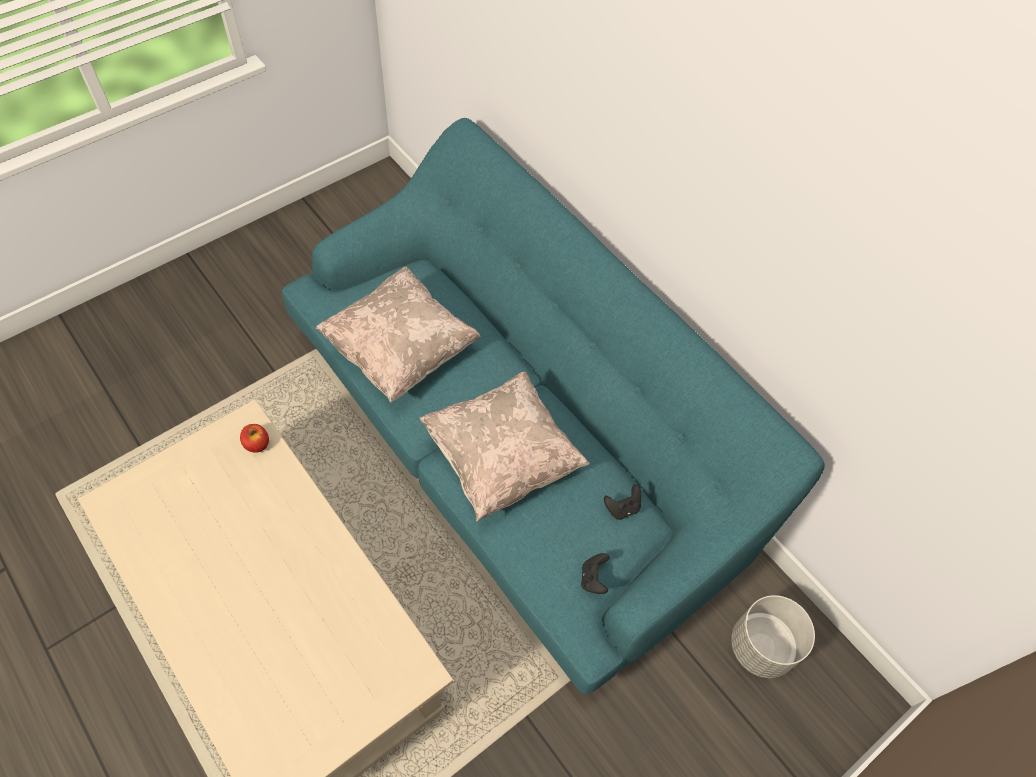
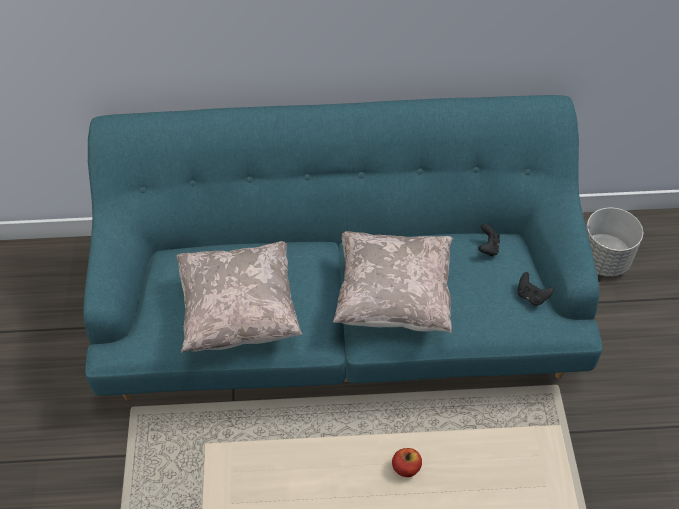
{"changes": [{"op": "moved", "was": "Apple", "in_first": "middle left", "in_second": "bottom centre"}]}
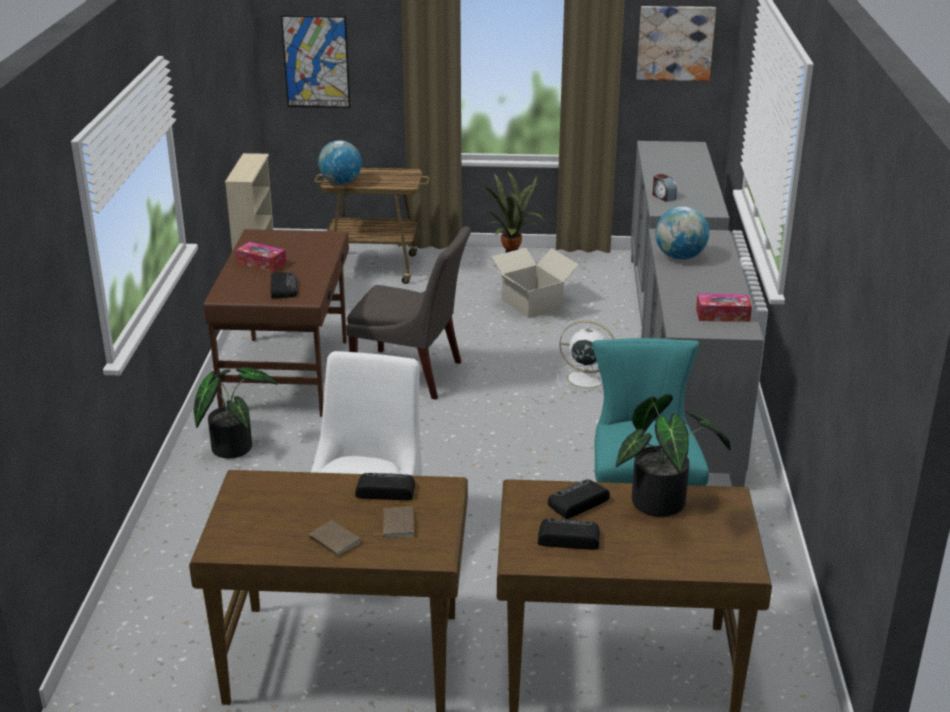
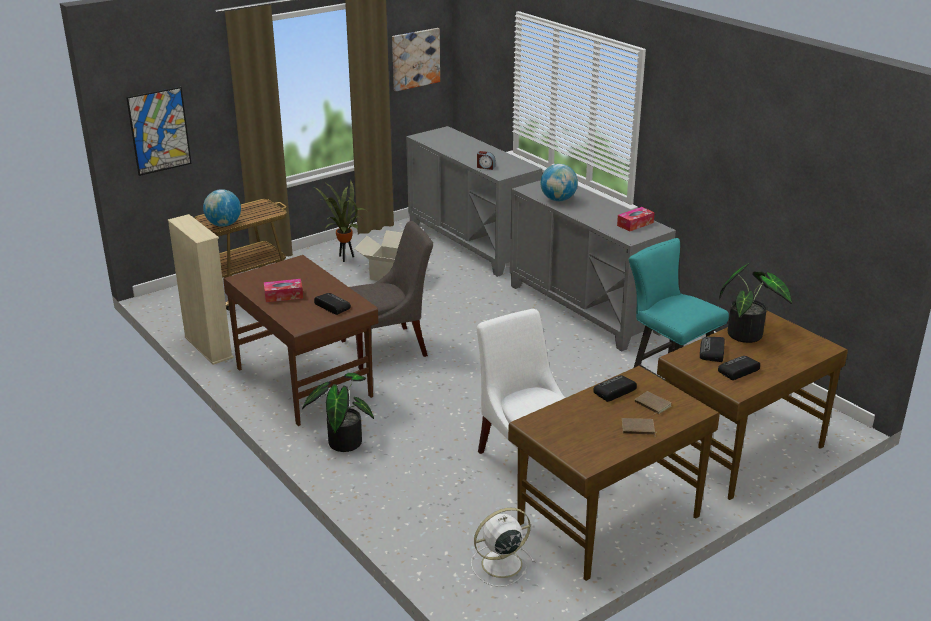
{"changes": [{"op": "moved", "was": "WhiteFan", "in_first": "centre", "in_second": "bottom centre"}]}
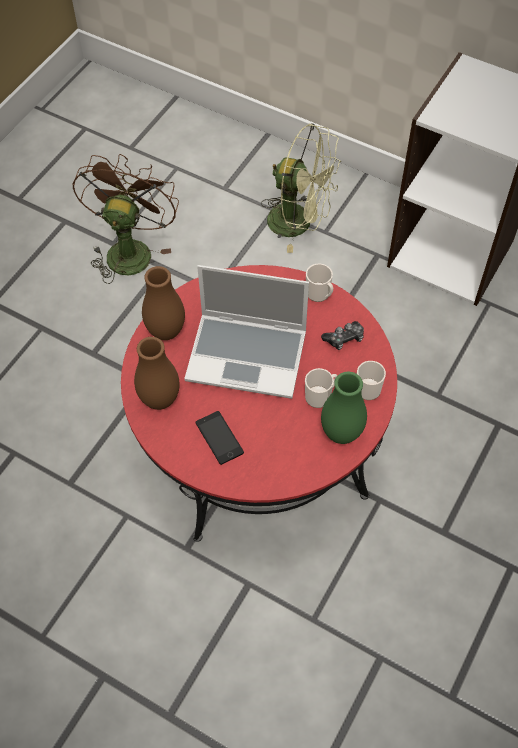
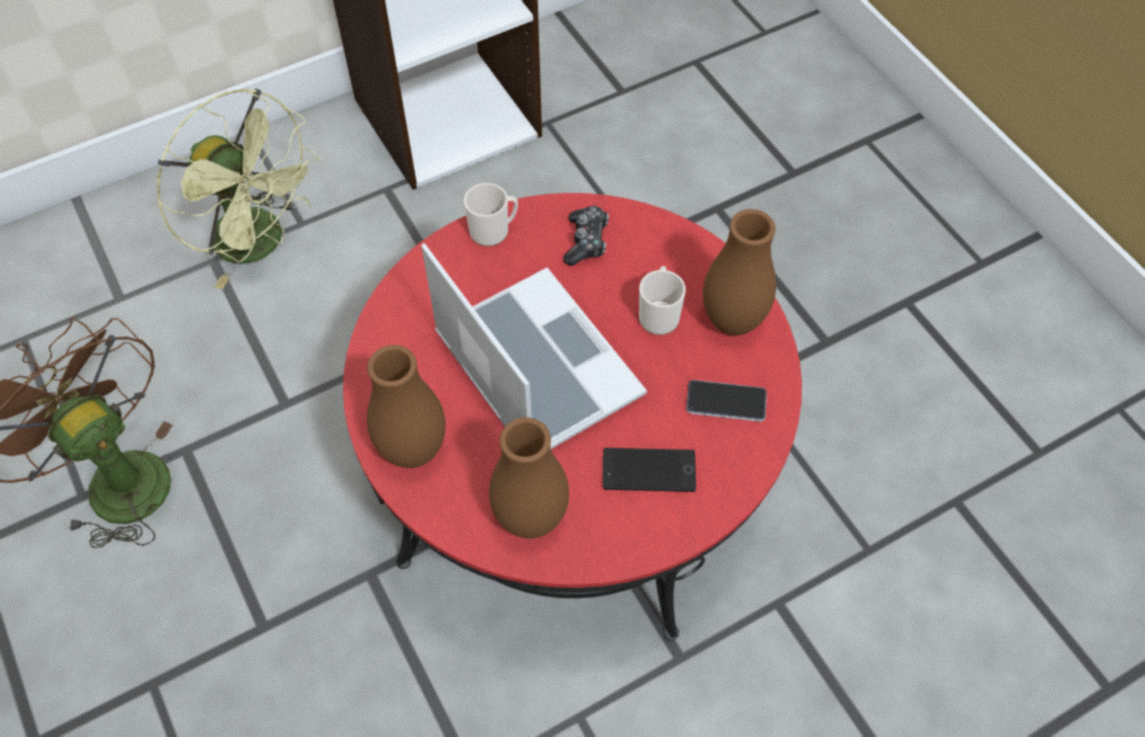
{"changes": [{"op": "turned", "was": "Laptop", "in_first": "centre", "in_second": "centre", "clockwise": -75}, {"op": "turned", "was": "GreenFan", "in_first": "top centre", "in_second": "top left", "clockwise": 75}, {"op": "recoloured", "was": "GreenVase", "now": "BrownVase (3rd from left)", "in_first": "centre", "in_second": "centre"}, {"op": "removed", "was": "Mug (3rd from left)", "in_first": "middle right"}, {"op": "added", "now": "Phone (2nd from left)", "in_second": "centre"}]}
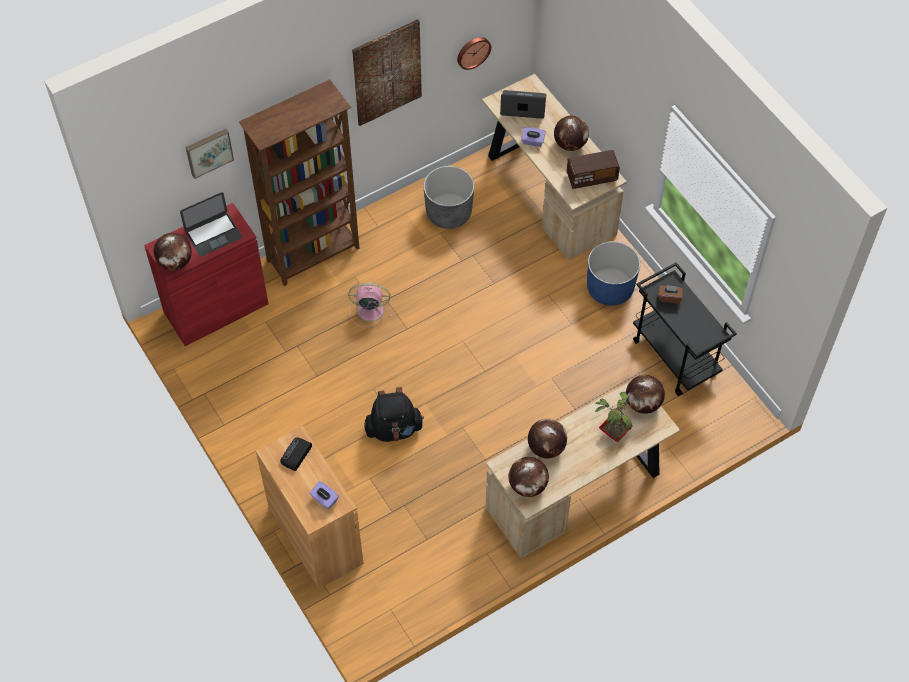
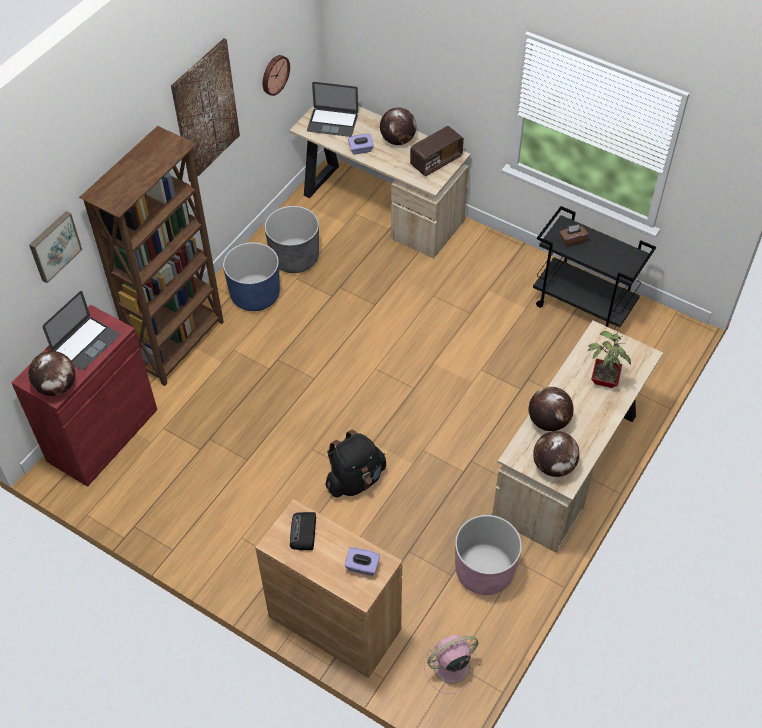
{"changes": [{"op": "moved", "was": "PinkFan", "in_first": "centre", "in_second": "bottom centre"}, {"op": "turned", "was": "Laptop (2nd from left)", "in_first": "top centre", "in_second": "top centre", "clockwise": -150}, {"op": "moved", "was": "BluePlanter", "in_first": "middle right", "in_second": "middle left"}, {"op": "removed", "was": "Globe (5th from left)", "in_first": "middle right"}, {"op": "added", "now": "PinkPlanter", "in_second": "bottom centre"}]}
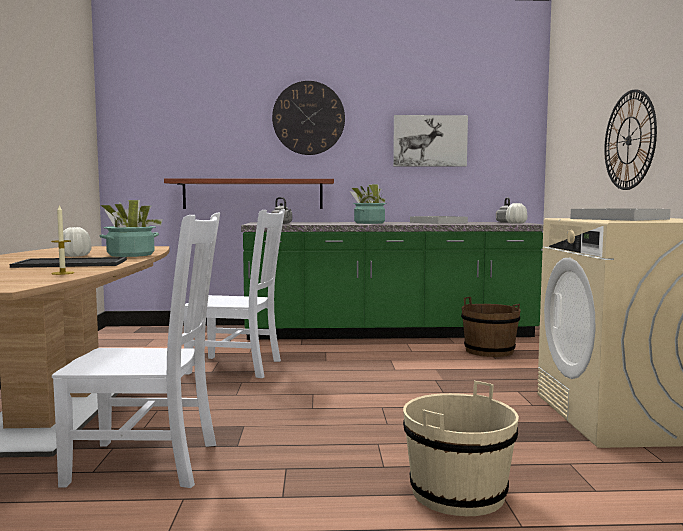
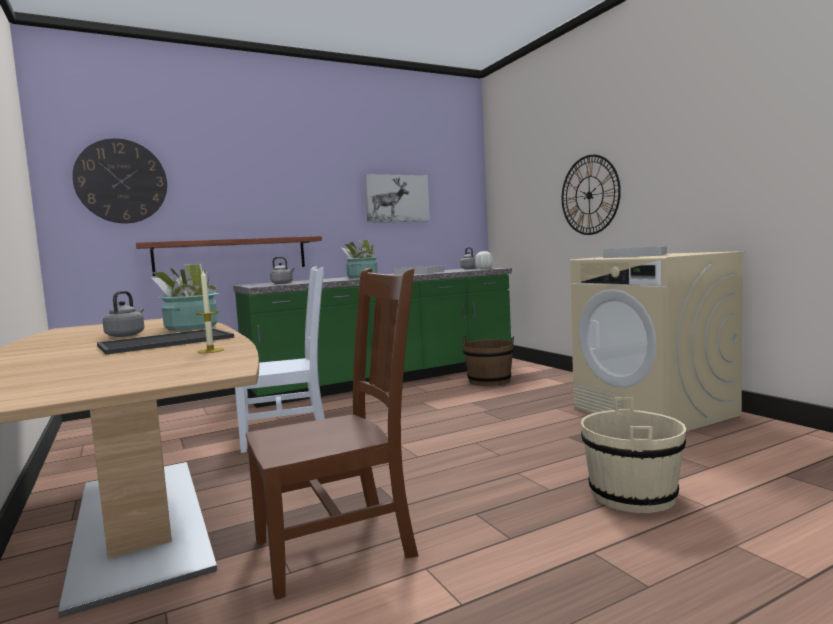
{"changes": [{"op": "recoloured", "was": "WhiteChair (1st from left)", "now": "BrownChair", "in_first": "middle left", "in_second": "bottom centre"}, {"op": "replaced", "was": "WhiteVase (1st from left)", "now": "GreyKettle (1st from left)", "in_first": "middle left", "in_second": "middle left"}, {"op": "moved", "was": "WallClock (1st from left)", "in_first": "top centre", "in_second": "top left"}]}
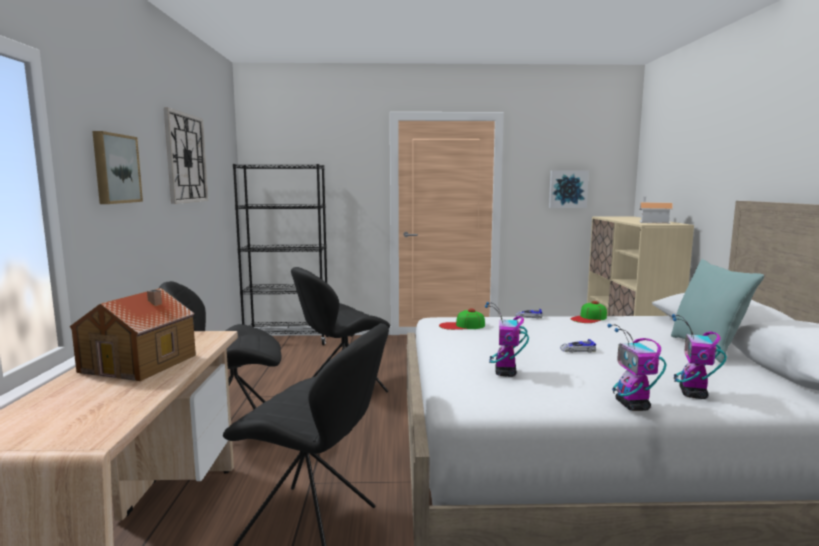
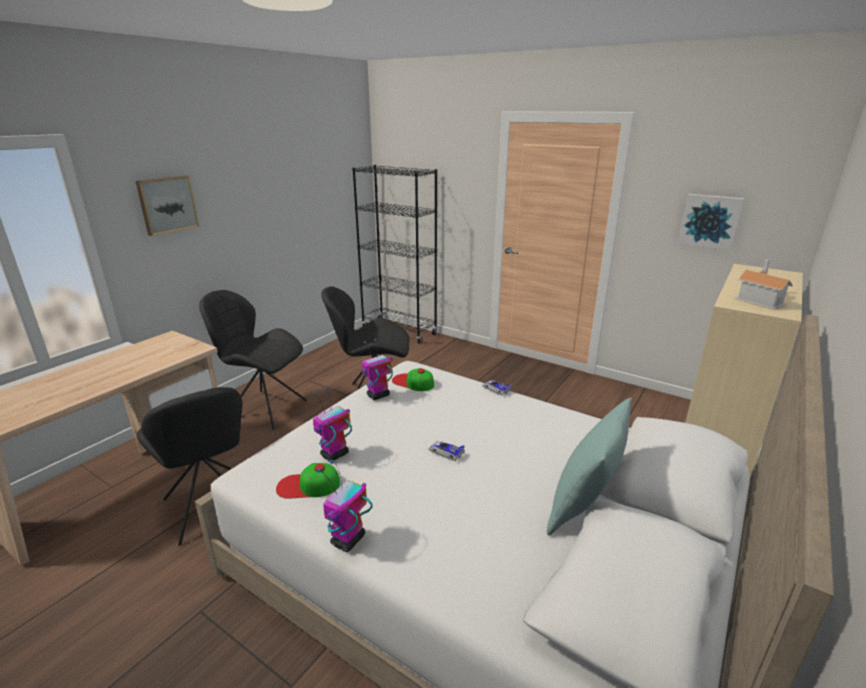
{"changes": [{"op": "removed", "was": "ToyHouse (1st from left)", "in_first": "middle left"}, {"op": "removed", "was": "WallClock", "in_first": "top left"}, {"op": "moved", "was": "Cap (2nd from left in the first image)", "now": "Cap (1st from left)", "in_first": "middle right", "in_second": "bottom centre"}, {"op": "moved", "was": "ToyRobot (3rd from left)", "in_first": "middle right", "in_second": "centre"}]}
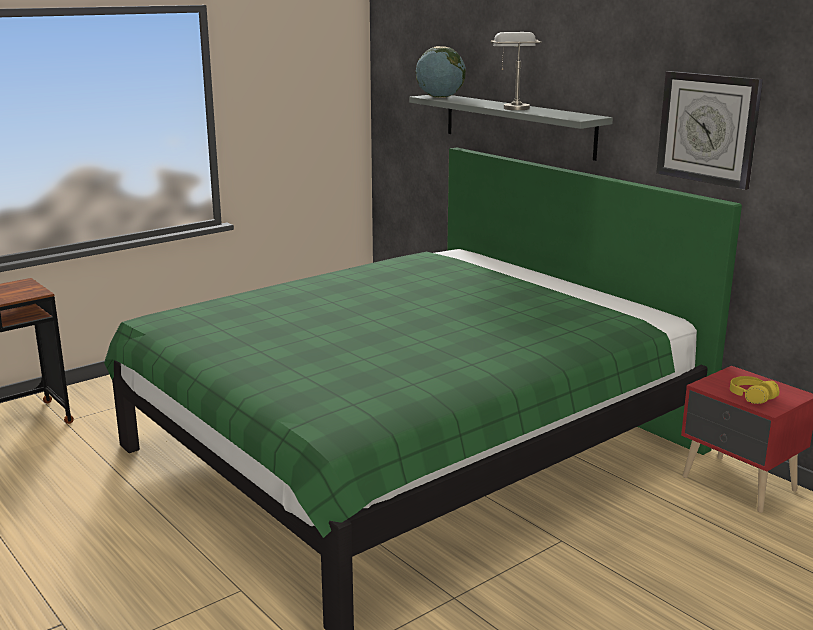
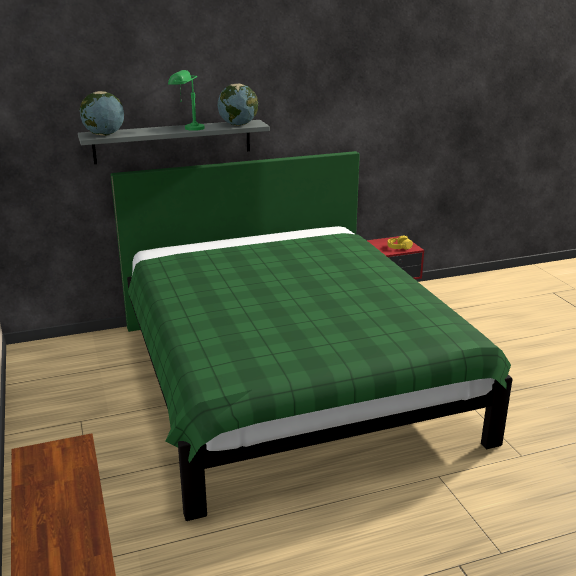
{"changes": [{"op": "recoloured", "was": "GreyTableLamp", "now": "GreenTableLamp", "in_first": "top centre", "in_second": "top left"}, {"op": "removed", "was": "WallClock", "in_first": "top right"}, {"op": "added", "now": "Globe (2nd from left)", "in_second": "top centre"}]}
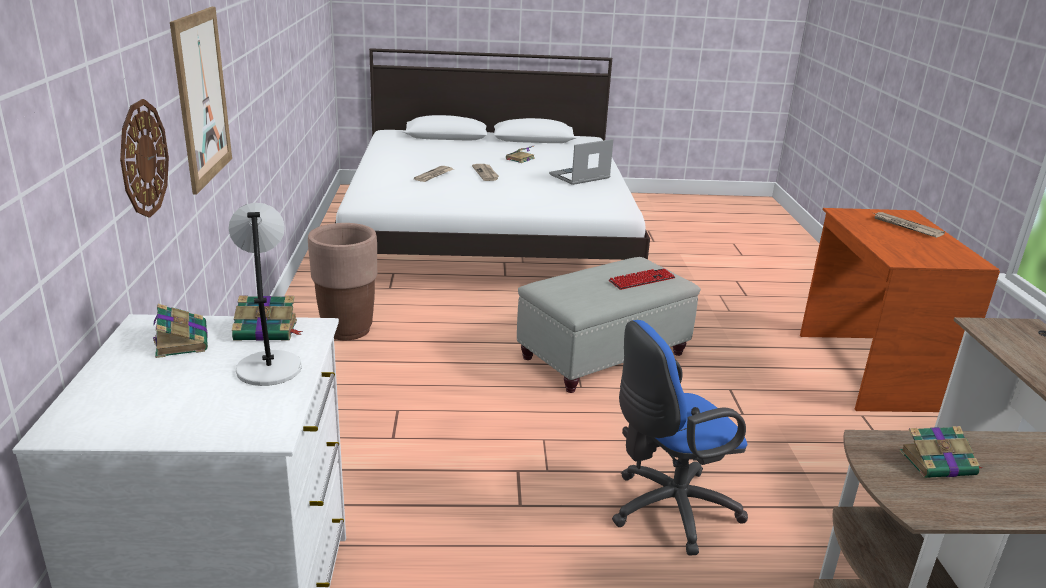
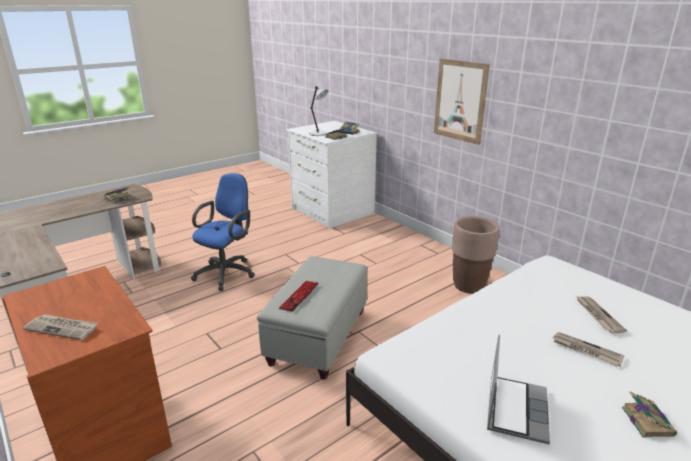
{"changes": [{"op": "removed", "was": "WallClock", "in_first": "top left"}]}
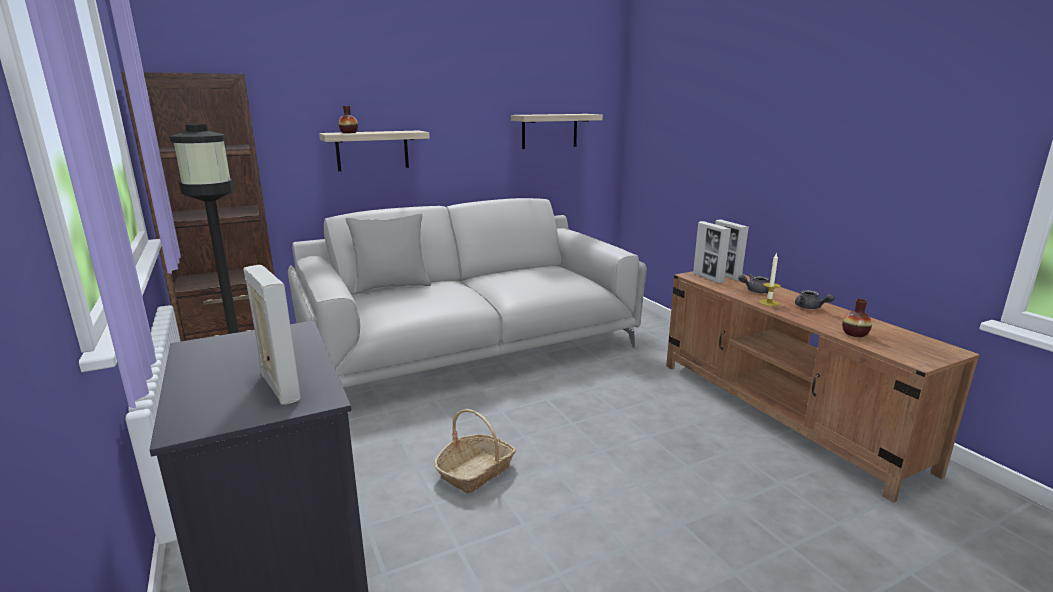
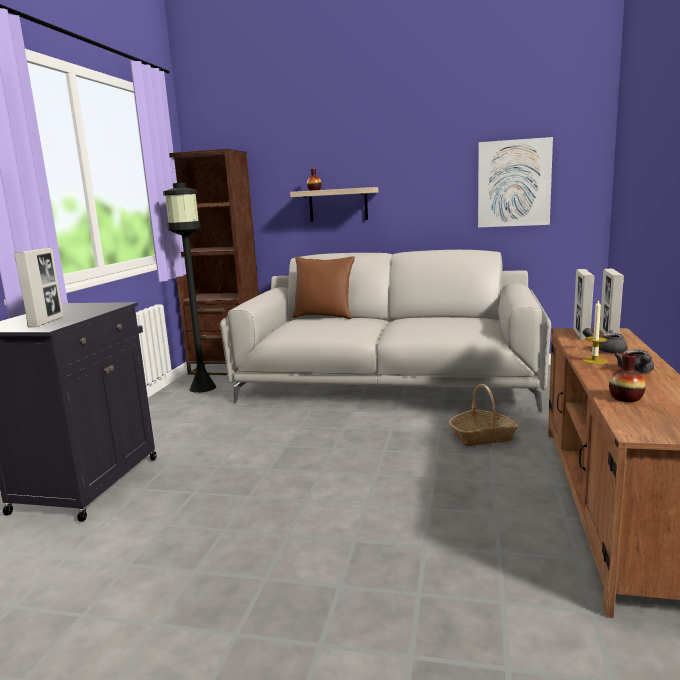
{"changes": [{"op": "recoloured", "was": "GreyPillow", "now": "BrownPillow", "in_first": "centre", "in_second": "centre"}, {"op": "moved", "was": "Basket", "in_first": "bottom centre", "in_second": "middle right"}, {"op": "replaced", "was": "Shelf (2nd from left)", "now": "Picture", "in_first": "top centre", "in_second": "top right"}]}
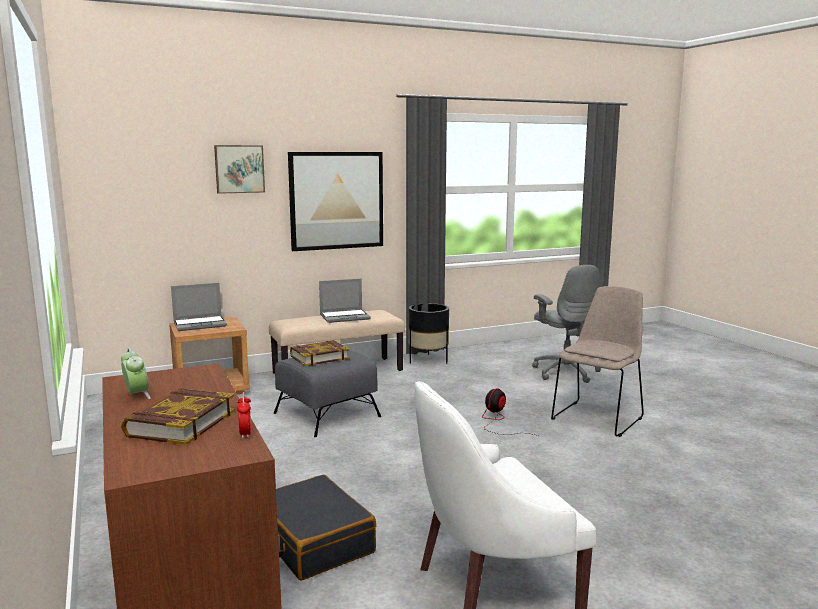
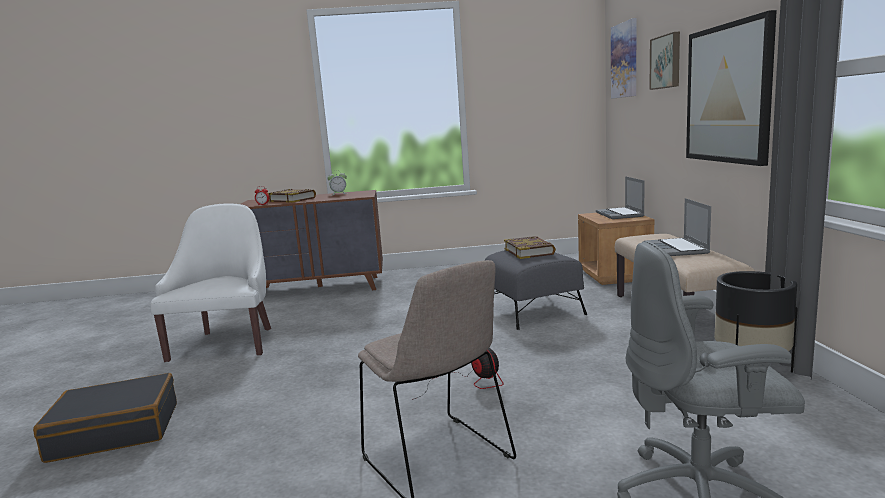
{"changes": [{"op": "moved", "was": "BlackSuitcase", "in_first": "bottom centre", "in_second": "bottom left"}, {"op": "added", "now": "Picture (1st from left)", "in_second": "top right"}]}
